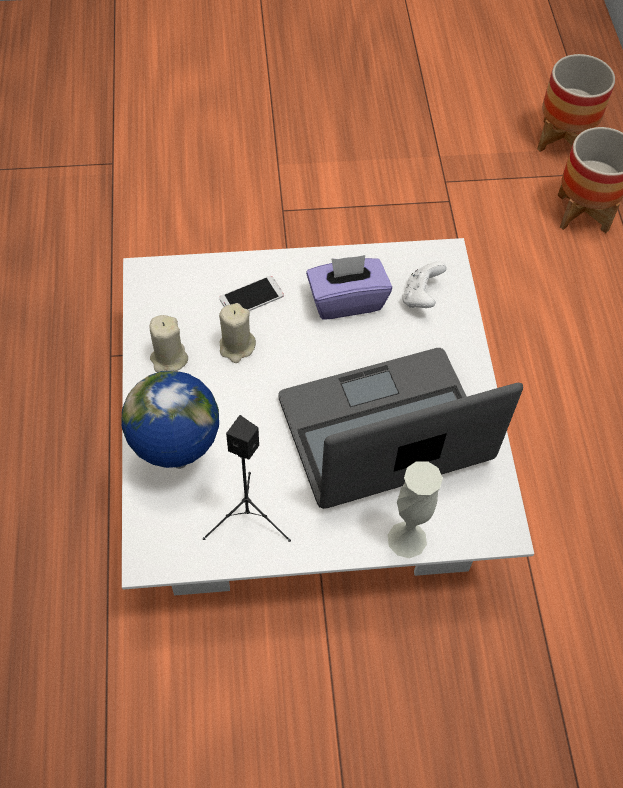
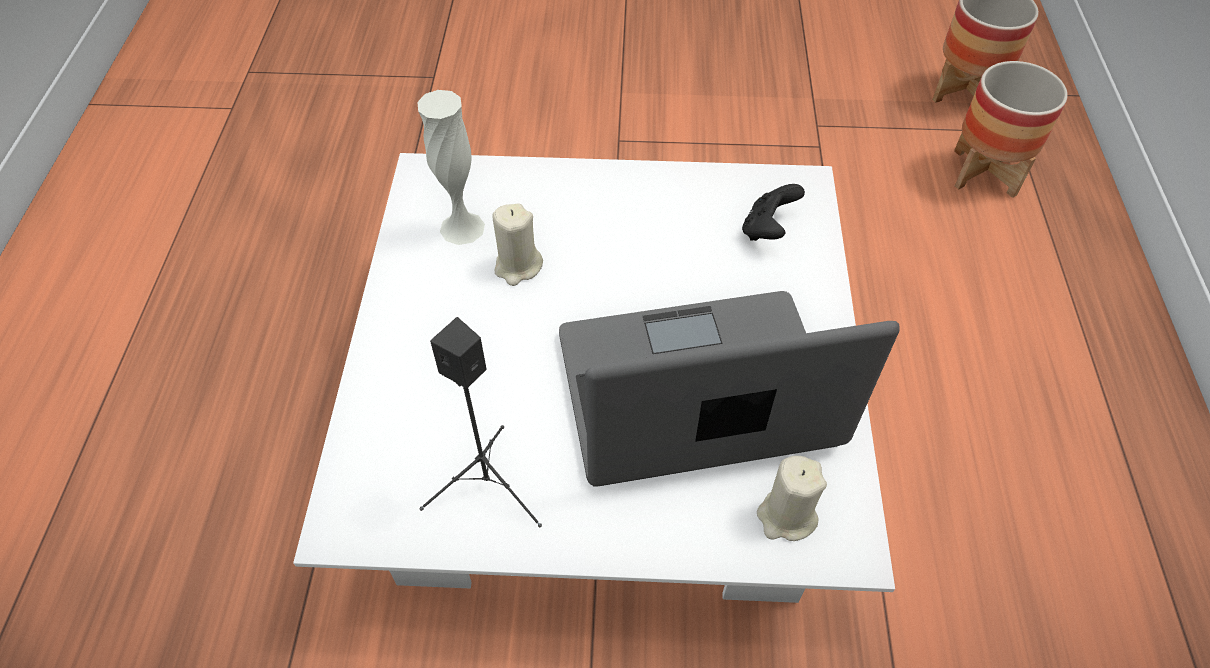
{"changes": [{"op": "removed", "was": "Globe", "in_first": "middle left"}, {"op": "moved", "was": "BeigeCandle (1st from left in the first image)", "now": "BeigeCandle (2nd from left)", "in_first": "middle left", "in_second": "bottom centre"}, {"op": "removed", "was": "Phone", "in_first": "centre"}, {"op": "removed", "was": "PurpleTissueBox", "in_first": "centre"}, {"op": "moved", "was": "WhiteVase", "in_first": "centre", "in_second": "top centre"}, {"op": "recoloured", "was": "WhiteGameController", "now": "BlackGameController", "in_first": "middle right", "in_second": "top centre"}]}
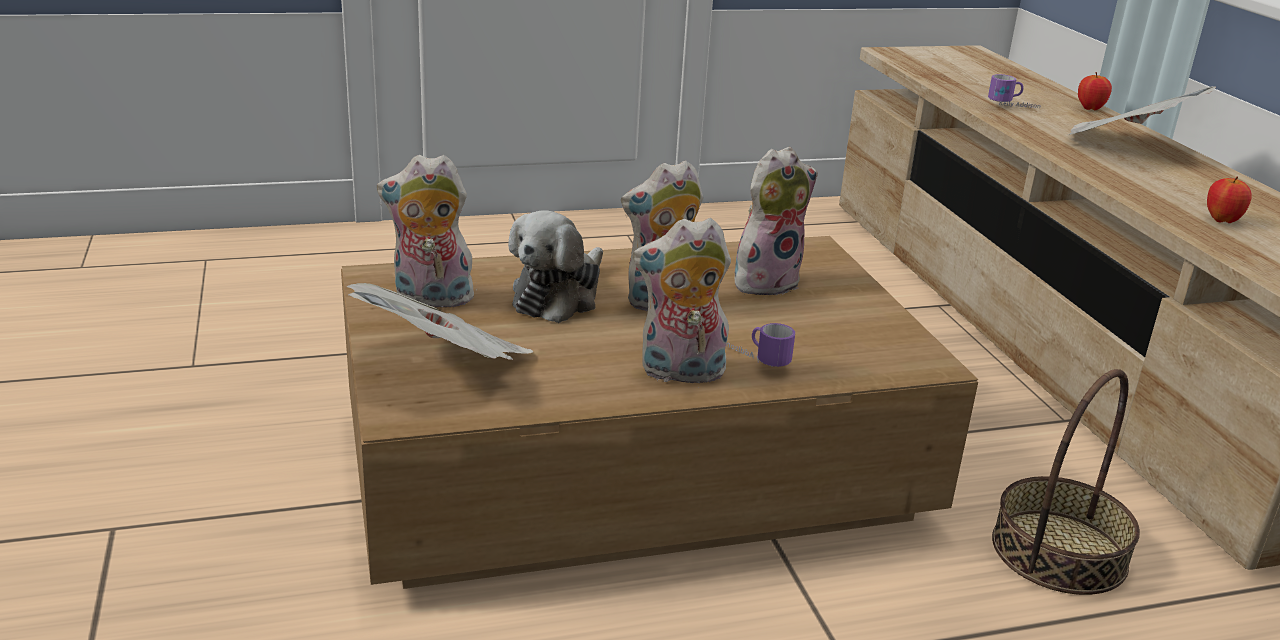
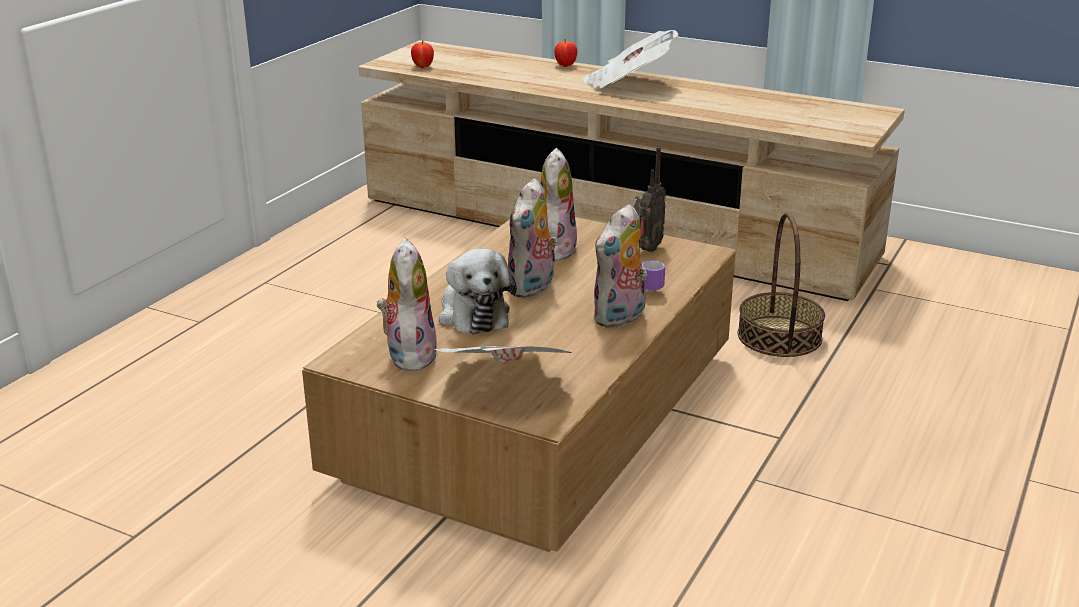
{"changes": [{"op": "turned", "was": "PlushToy (1st from left)", "in_first": "centre", "in_second": "centre", "clockwise": 135}, {"op": "removed", "was": "Mug (2nd from left)", "in_first": "top right"}, {"op": "moved", "was": "Apple (2nd from left in the first image)", "now": "Apple (1st from left)", "in_first": "top right", "in_second": "top centre"}, {"op": "added", "now": "Radio", "in_second": "top centre"}]}
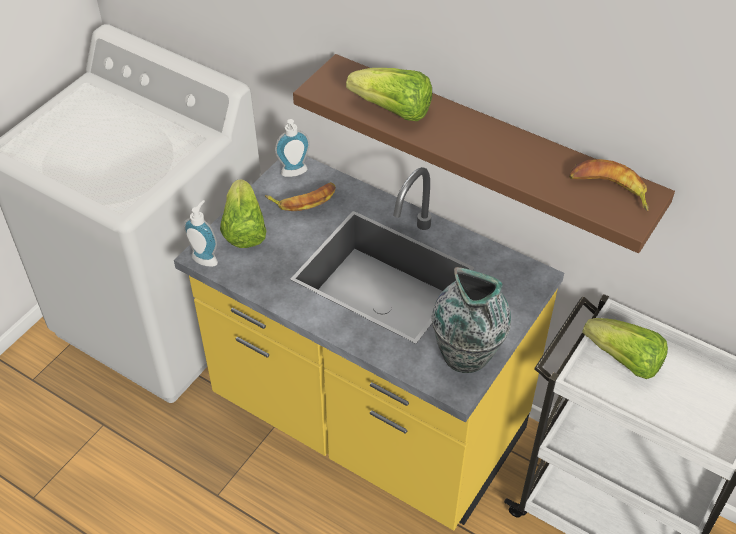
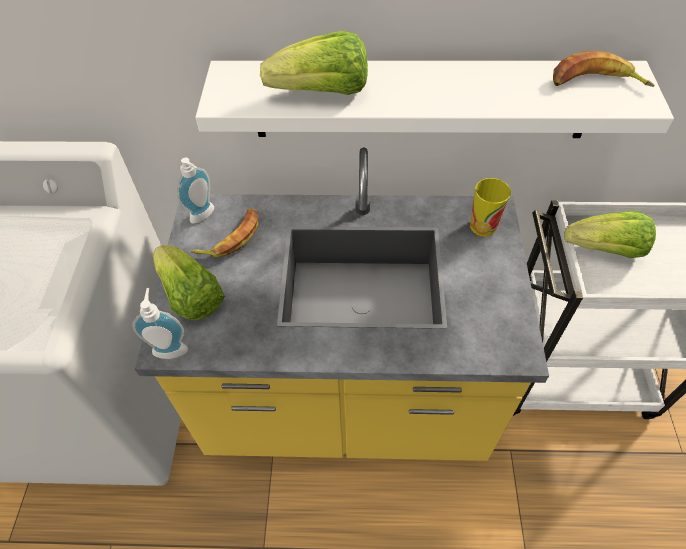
{"changes": [{"op": "recoloured", "was": "BrownShelf", "now": "WhiteShelf", "in_first": "top centre", "in_second": "top centre"}, {"op": "removed", "was": "Vase", "in_first": "centre"}, {"op": "added", "now": "Cup", "in_second": "middle right"}]}
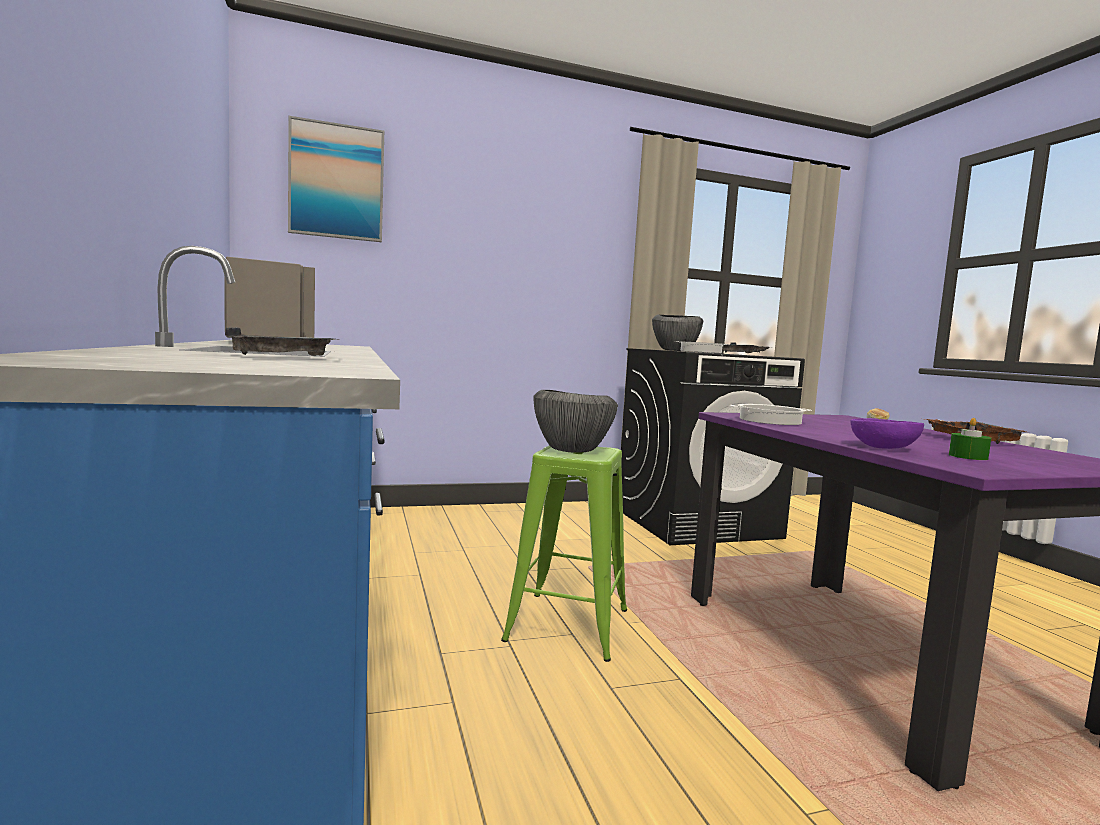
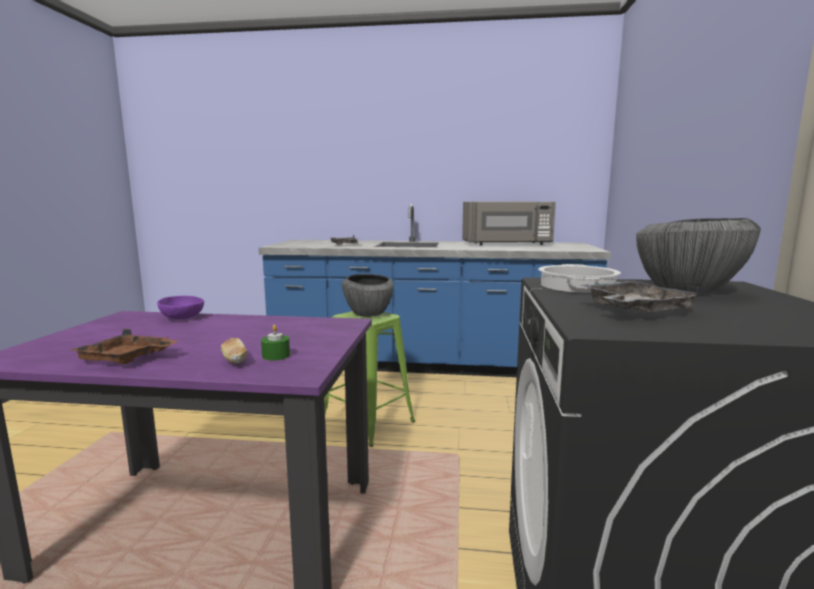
{"changes": [{"op": "removed", "was": "Picture", "in_first": "top left"}, {"op": "removed", "was": "CookingPot (2nd from left)", "in_first": "middle right"}, {"op": "moved", "was": "GreenCandle", "in_first": "middle right", "in_second": "centre"}]}
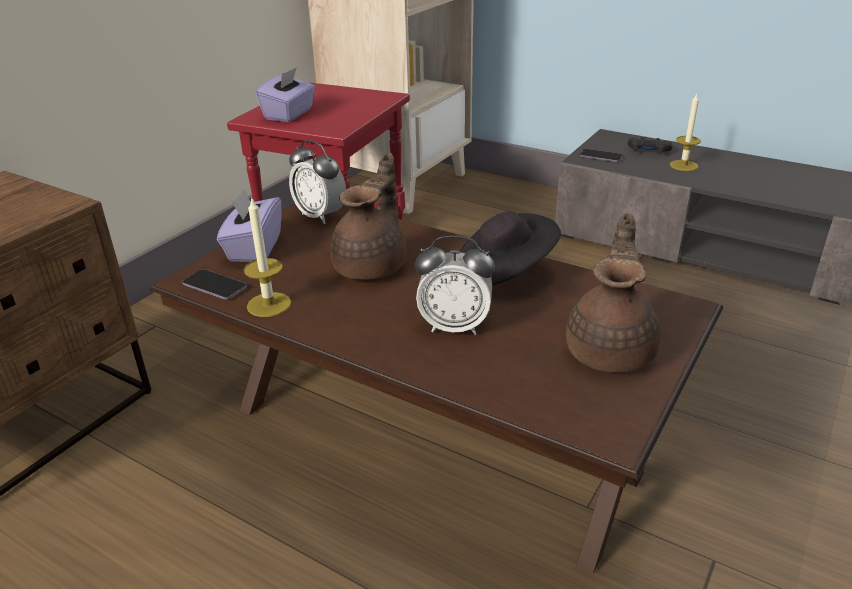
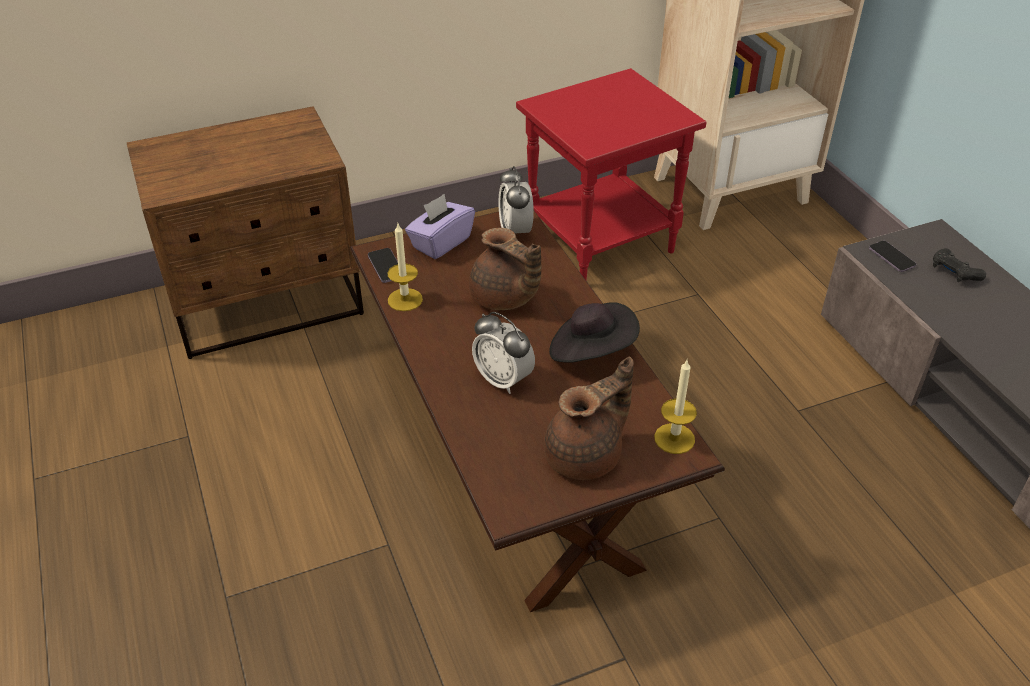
{"changes": [{"op": "removed", "was": "PurpleTissueBox (2nd from left)", "in_first": "top centre"}, {"op": "turned", "was": "BrownTeapot (1st from left)", "in_first": "centre", "in_second": "centre", "clockwise": 75}, {"op": "moved", "was": "Candle (2nd from left)", "in_first": "top right", "in_second": "centre"}]}
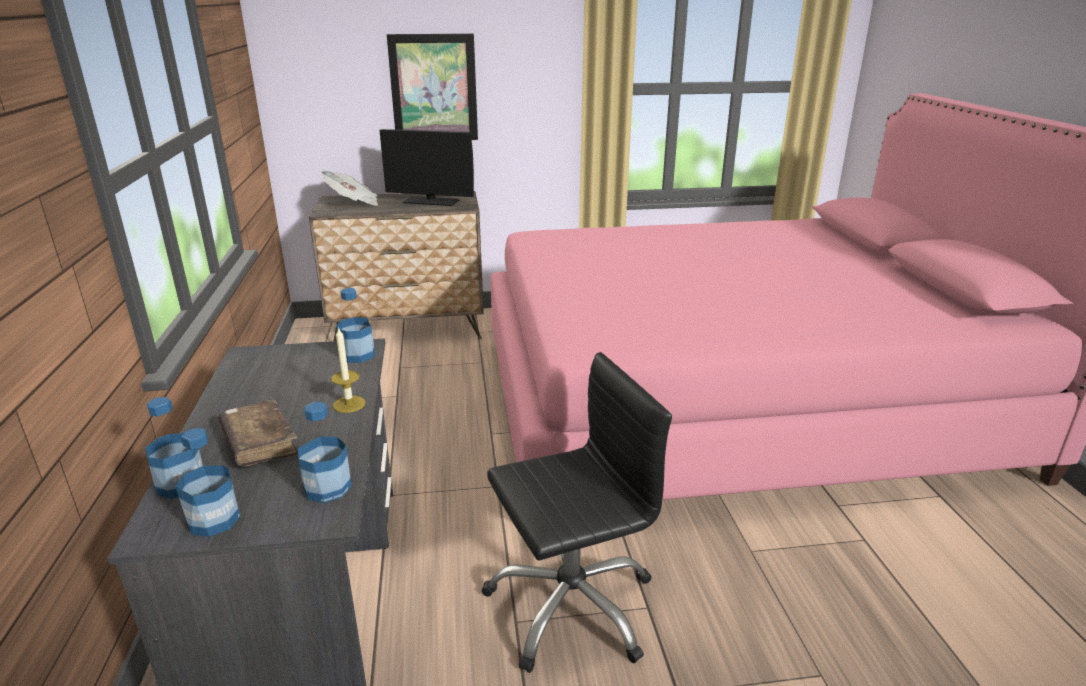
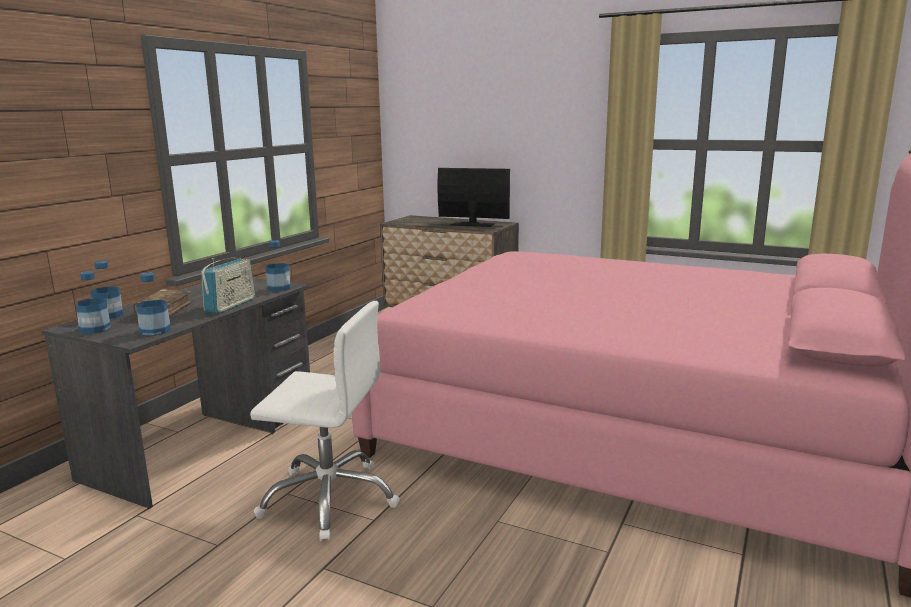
{"changes": [{"op": "removed", "was": "Newspaper", "in_first": "top left"}, {"op": "replaced", "was": "Candle", "now": "Radio", "in_first": "middle left", "in_second": "middle left"}, {"op": "turned", "was": "Monitor", "in_first": "top centre", "in_second": "top centre", "clockwise": 150}, {"op": "removed", "was": "Picture", "in_first": "top centre"}, {"op": "recoloured", "was": "BlackOfficeChair", "now": "WhiteOfficeChair", "in_first": "bottom centre", "in_second": "bottom centre"}]}
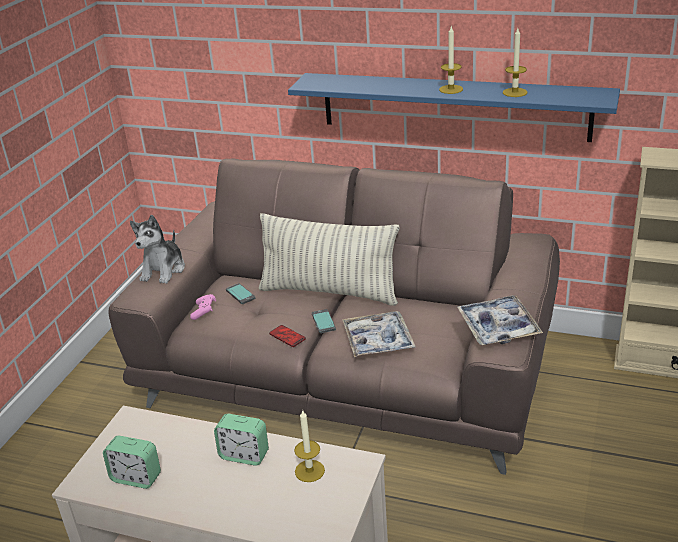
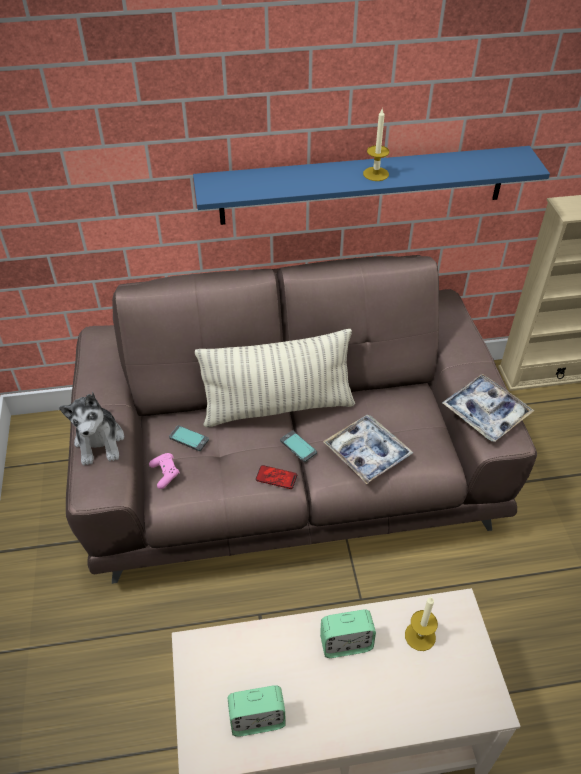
{"changes": [{"op": "removed", "was": "Candle (3rd from left)", "in_first": "top right"}]}
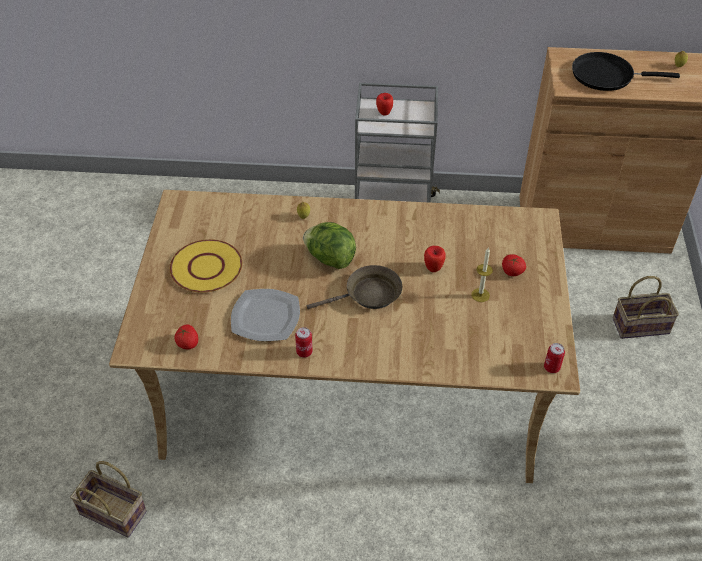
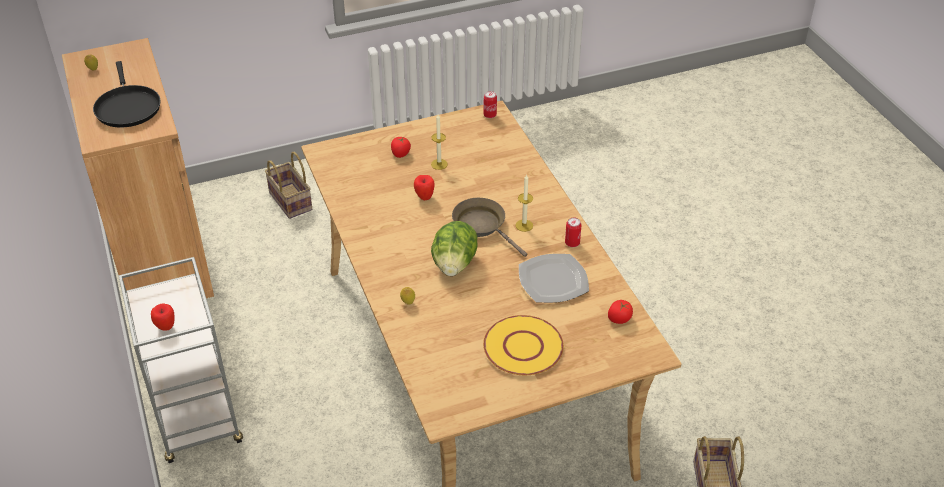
{"changes": [{"op": "added", "now": "Candle (2nd from left)", "in_second": "centre"}]}
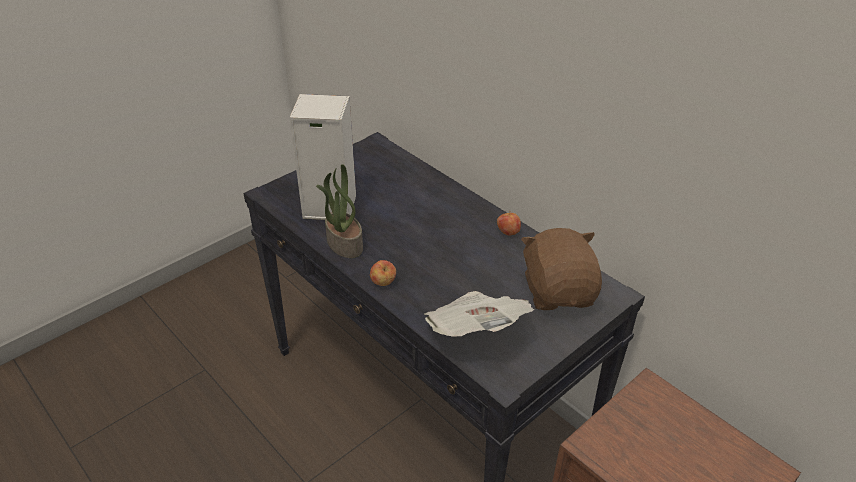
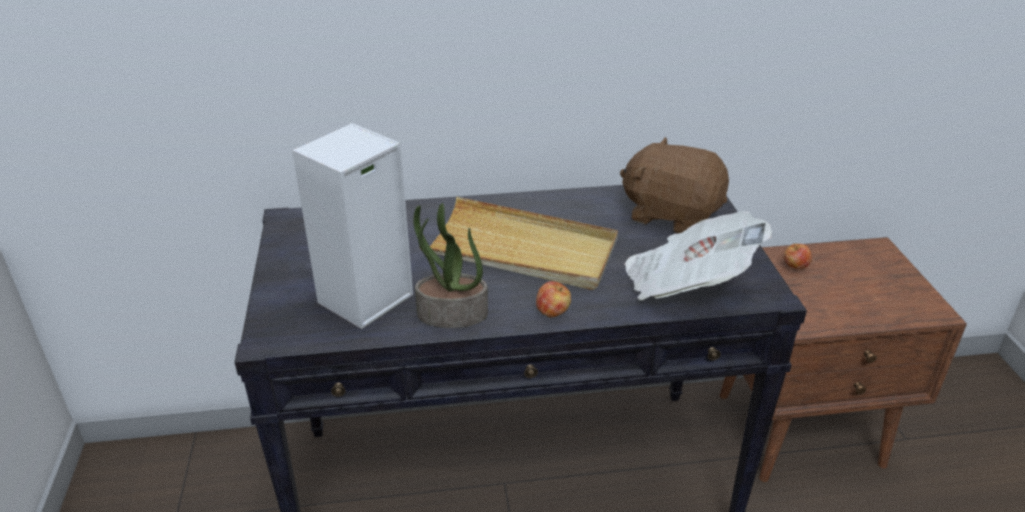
{"changes": [{"op": "moved", "was": "Apple (2nd from left)", "in_first": "centre", "in_second": "middle right"}, {"op": "added", "now": "BeigeTray", "in_second": "centre"}]}
